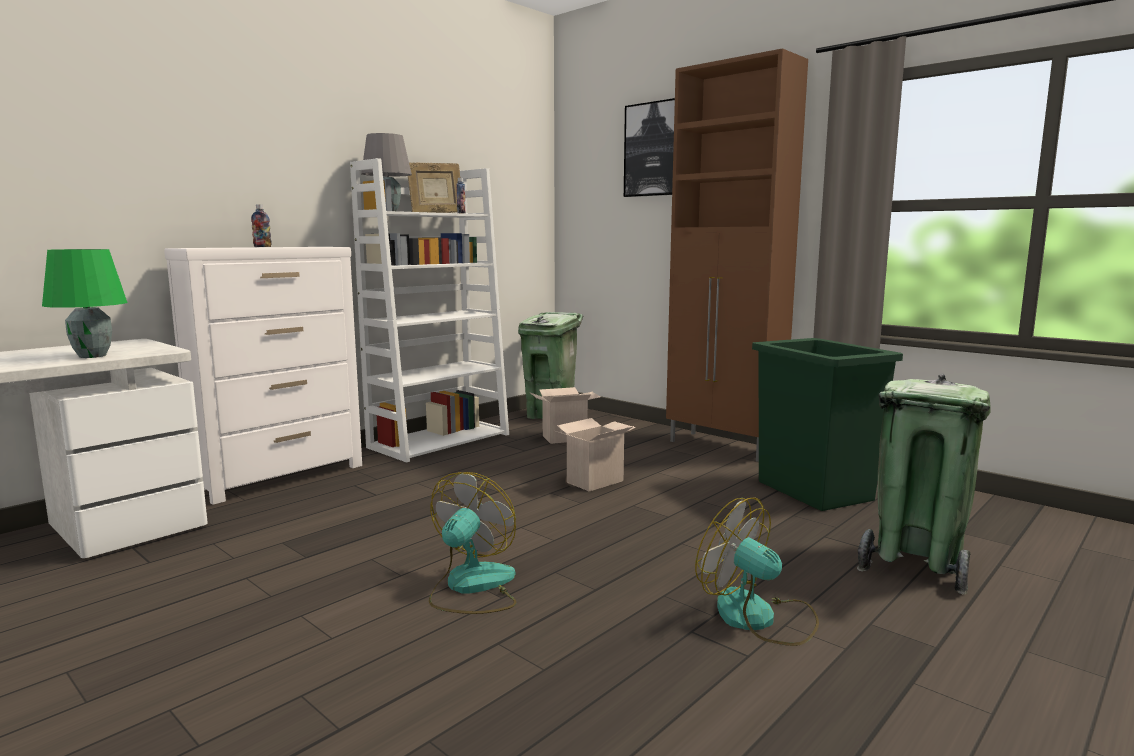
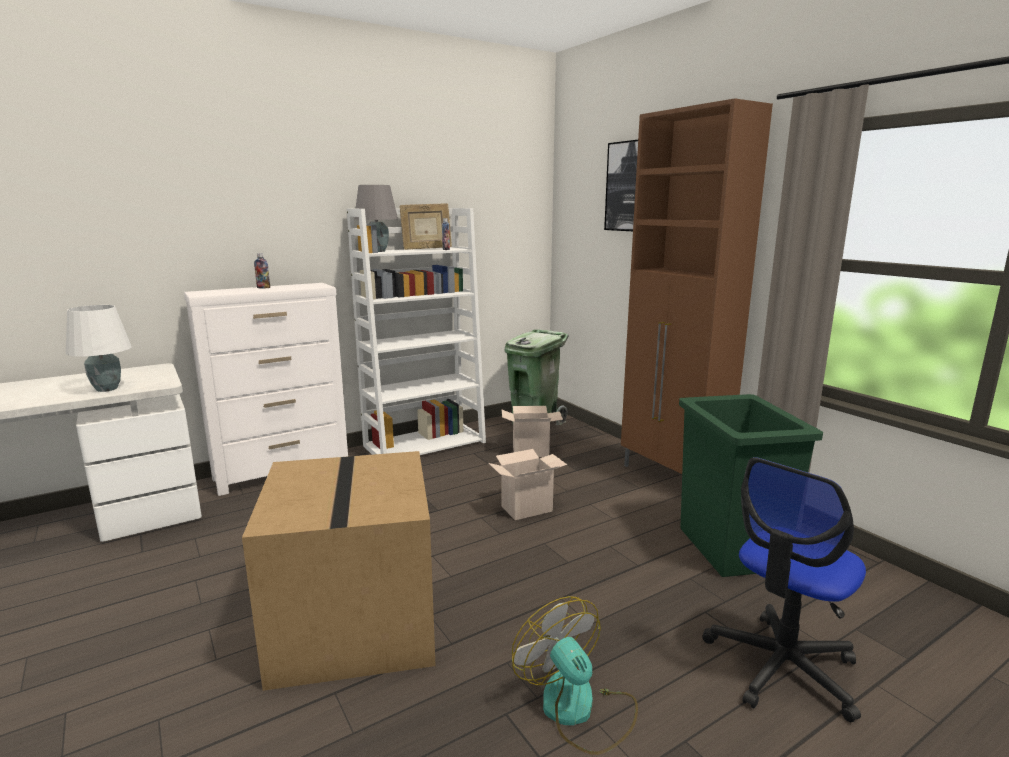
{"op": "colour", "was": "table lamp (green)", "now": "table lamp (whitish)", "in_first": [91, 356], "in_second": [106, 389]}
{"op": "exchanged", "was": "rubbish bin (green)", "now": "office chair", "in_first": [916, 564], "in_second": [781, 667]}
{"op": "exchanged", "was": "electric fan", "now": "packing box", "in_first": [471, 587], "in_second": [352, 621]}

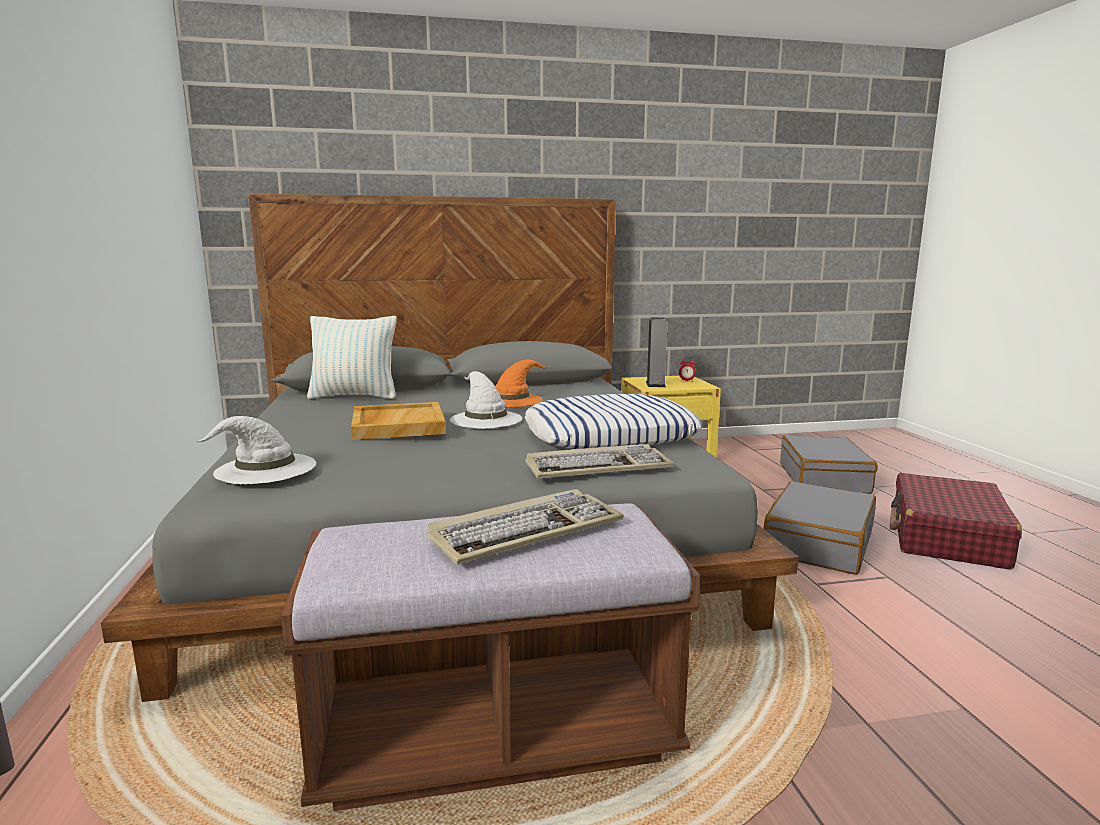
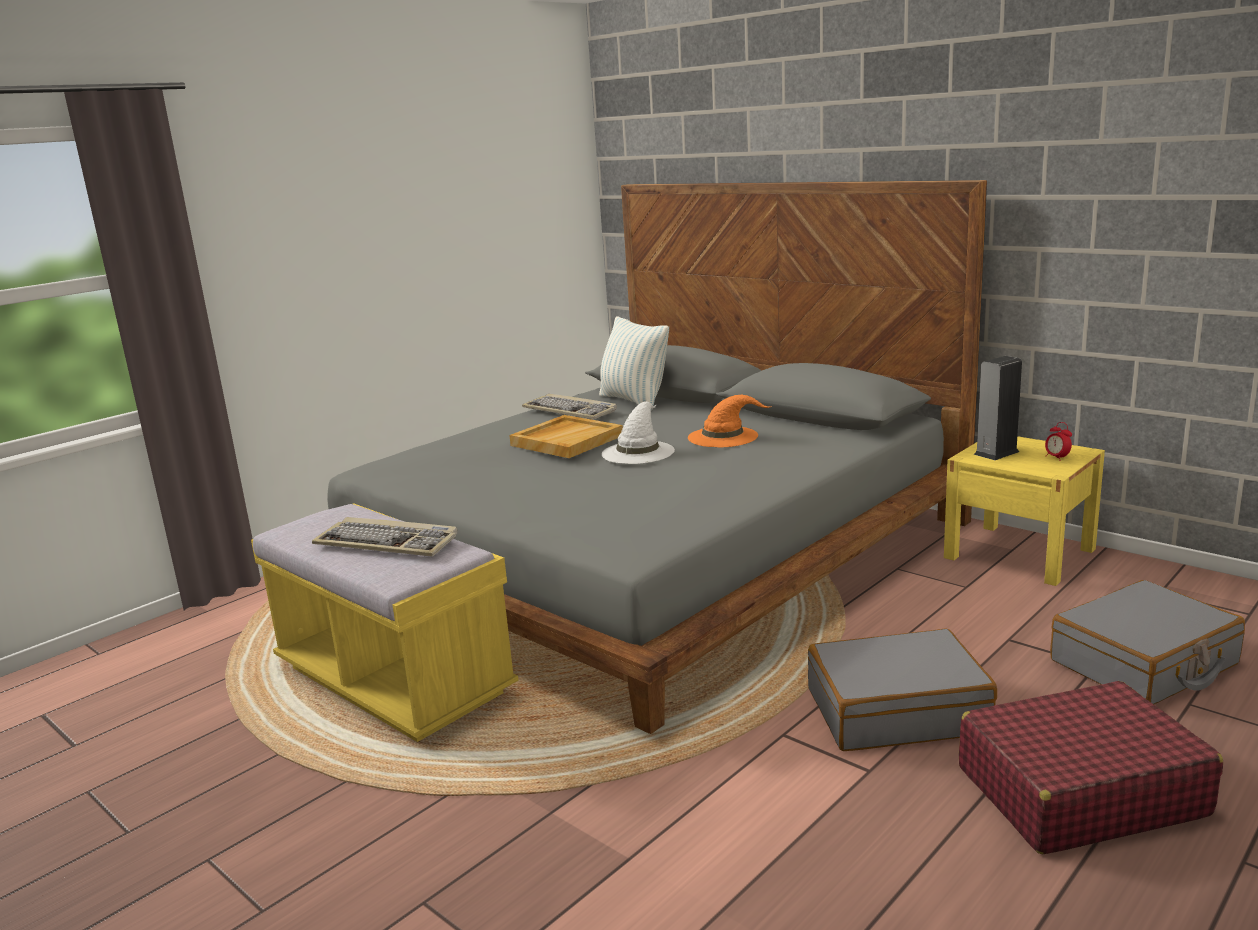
{"op": "missing", "was": "throw pillow", "in_first": [610, 435]}
{"op": "missing", "was": "clothing hat (whitish)", "in_first": [264, 468]}
{"op": "relocated", "was": "computer keyboard", "in_first": [598, 467], "in_second": [571, 410]}
{"op": "colour", "was": "bench (brown)", "now": "bench (yellow-coloured)", "in_first": [496, 734], "in_second": [394, 682]}

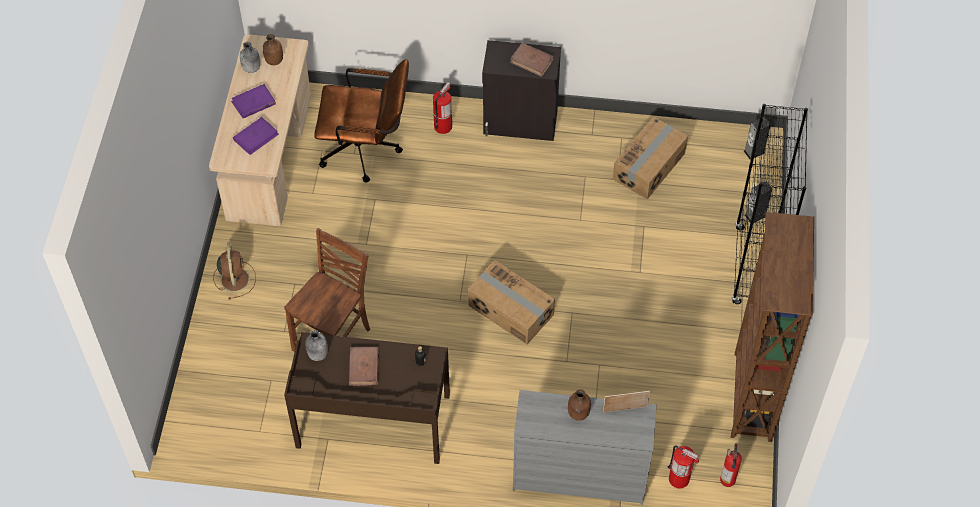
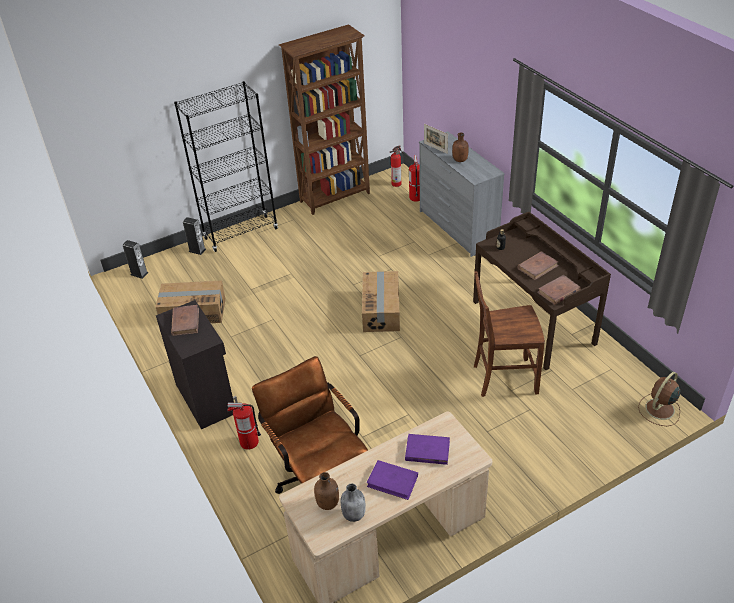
{"op": "relocated", "was": "electric fan (brown)", "in_first": [235, 278], "in_second": [659, 409]}
{"op": "exchanged", "was": "bottle (grey)", "now": "book (brown)", "in_first": [317, 355], "in_second": [558, 292]}

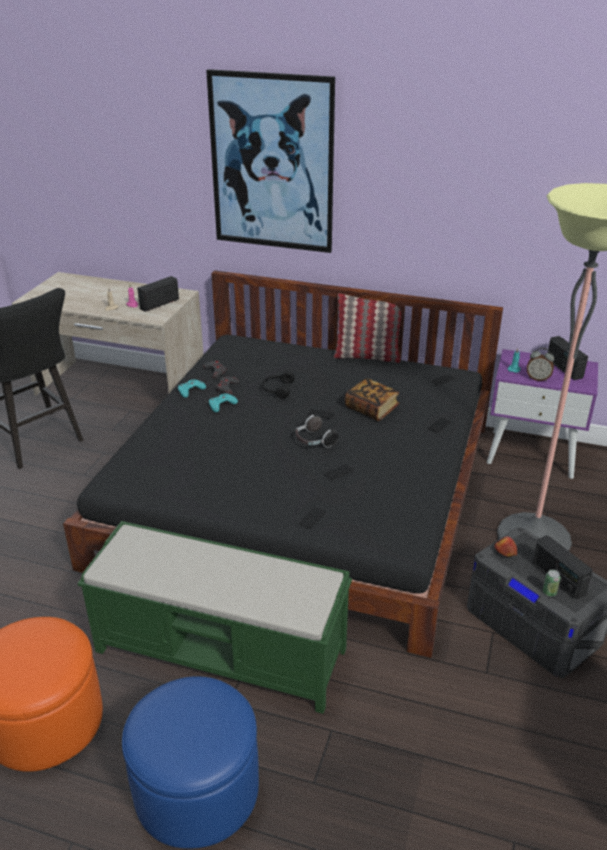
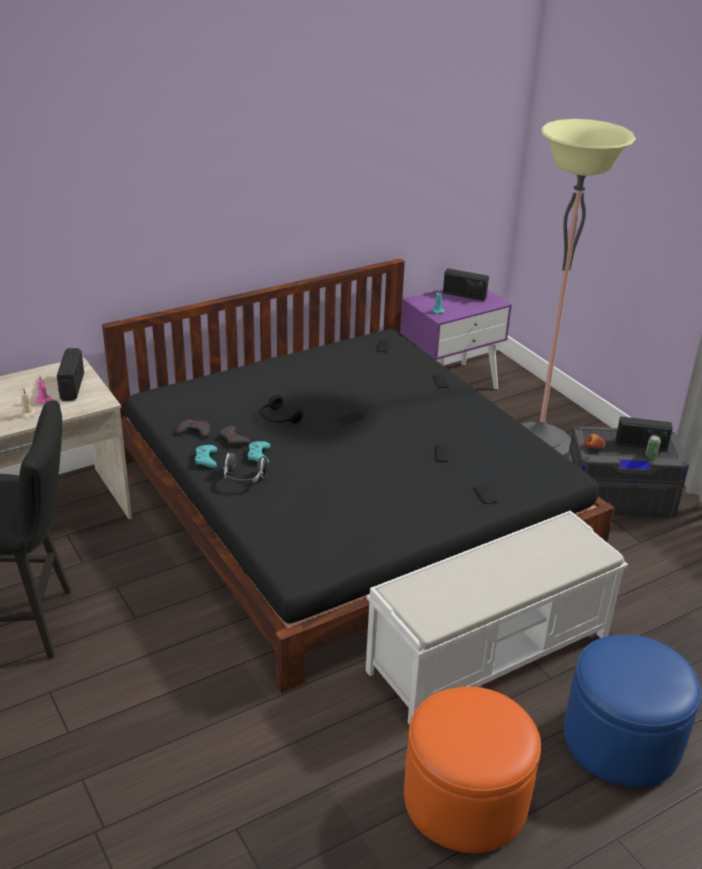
{"op": "missing", "was": "picture", "in_first": [272, 163]}
{"op": "missing", "was": "throw pillow", "in_first": [367, 356]}
{"op": "missing", "was": "bedside clock", "in_first": [538, 378]}
{"op": "missing", "was": "book", "in_first": [371, 409]}
{"op": "relocated", "was": "headset", "in_first": [314, 441], "in_second": [244, 479]}
{"op": "colour", "was": "bench (green)", "now": "bench (whitish)", "in_first": [223, 650], "in_second": [491, 652]}

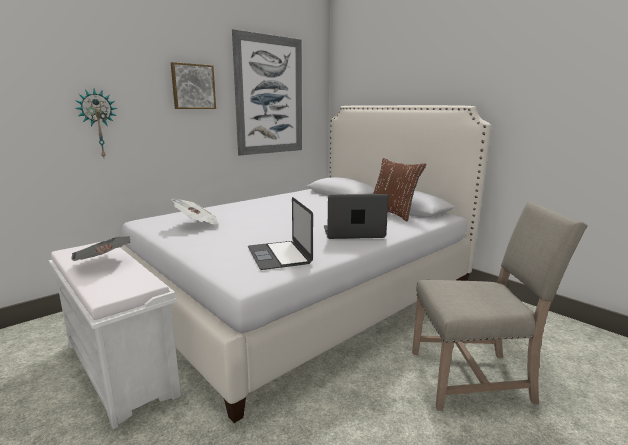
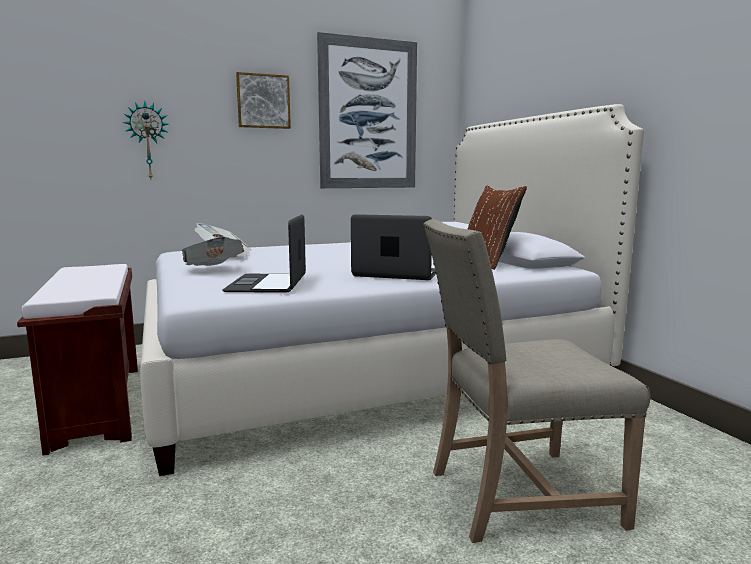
{"op": "spun", "was": "upright chair (sand-coloured)", "in_first": [474, 377], "in_second": [516, 495], "clockwise": 150}
{"op": "relocated", "was": "newspaper", "in_first": [103, 263], "in_second": [214, 270]}
{"op": "colour", "was": "bench (whitish)", "now": "bench (brown)", "in_first": [121, 368], "in_second": [99, 405]}

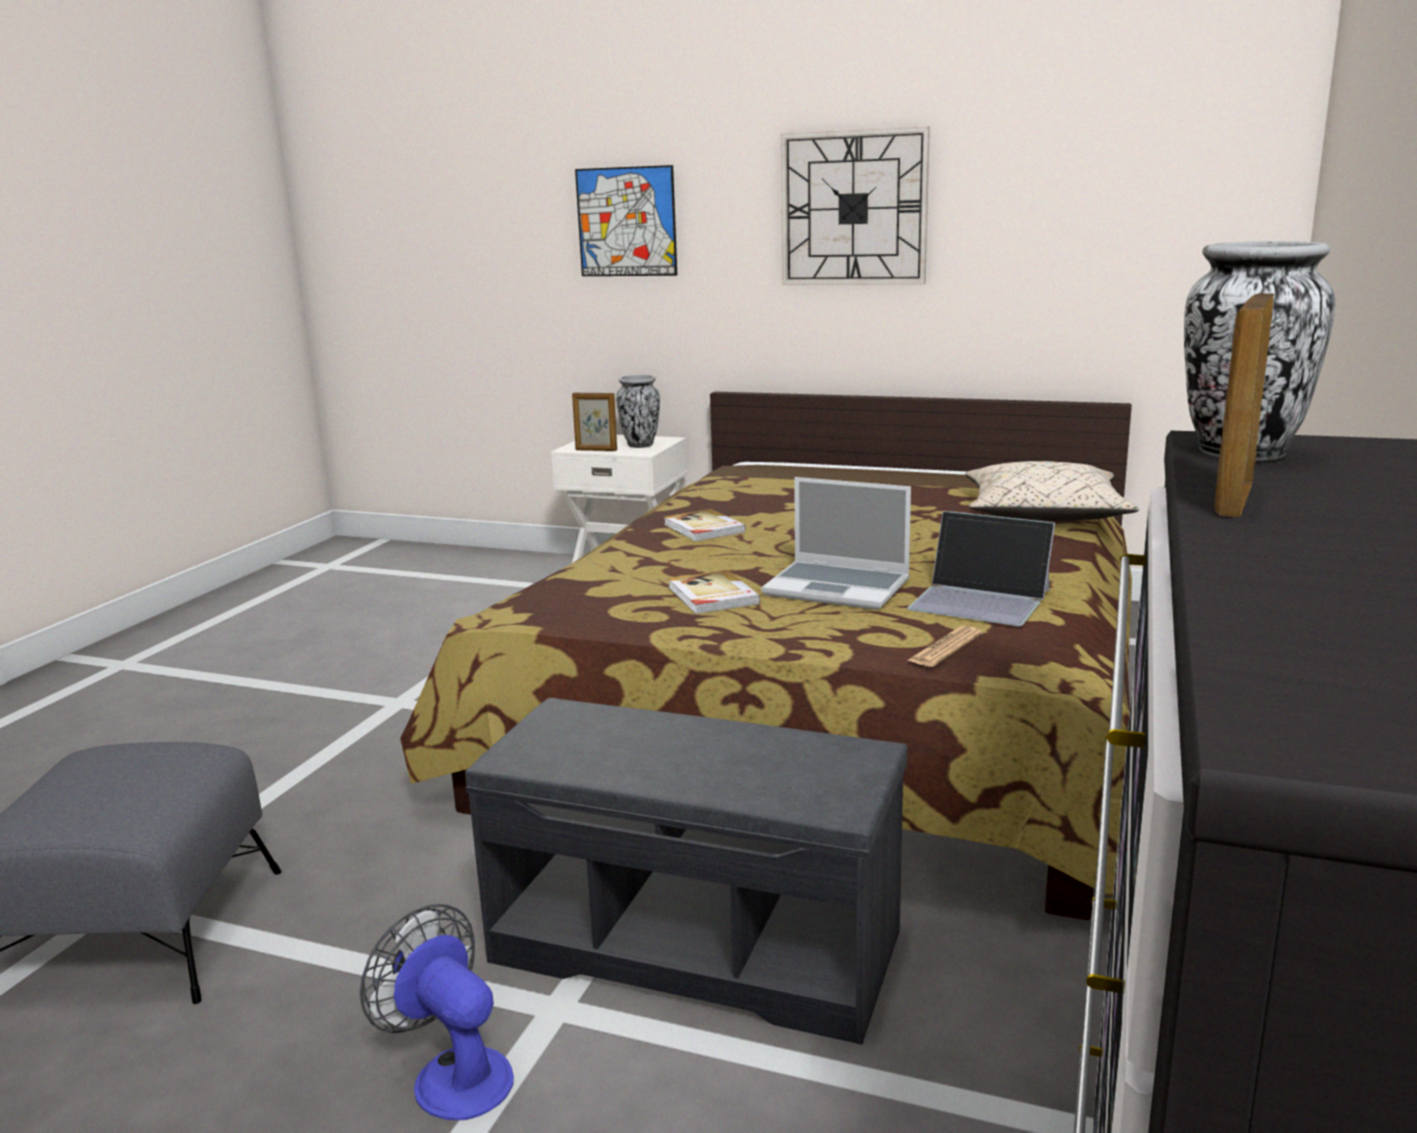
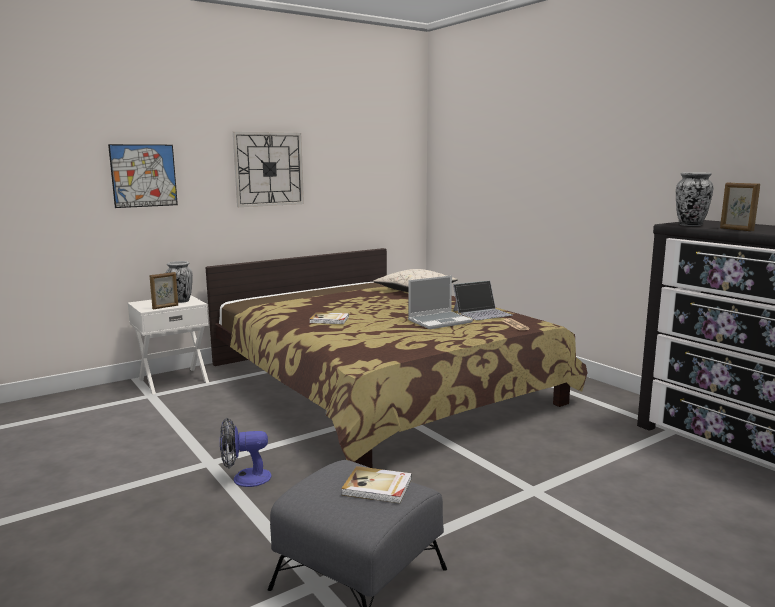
{"op": "relocated", "was": "book", "in_first": [712, 596], "in_second": [377, 487]}
{"op": "missing", "was": "bench (grey)", "in_first": [700, 945]}
{"op": "relocated", "was": "electric fan", "in_first": [452, 1074], "in_second": [245, 478]}

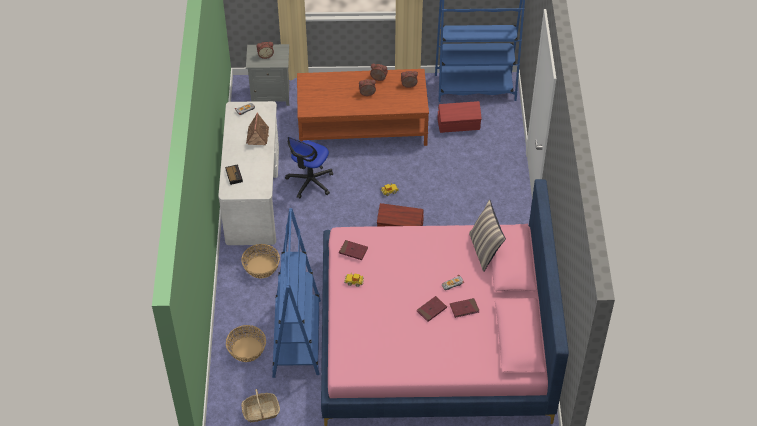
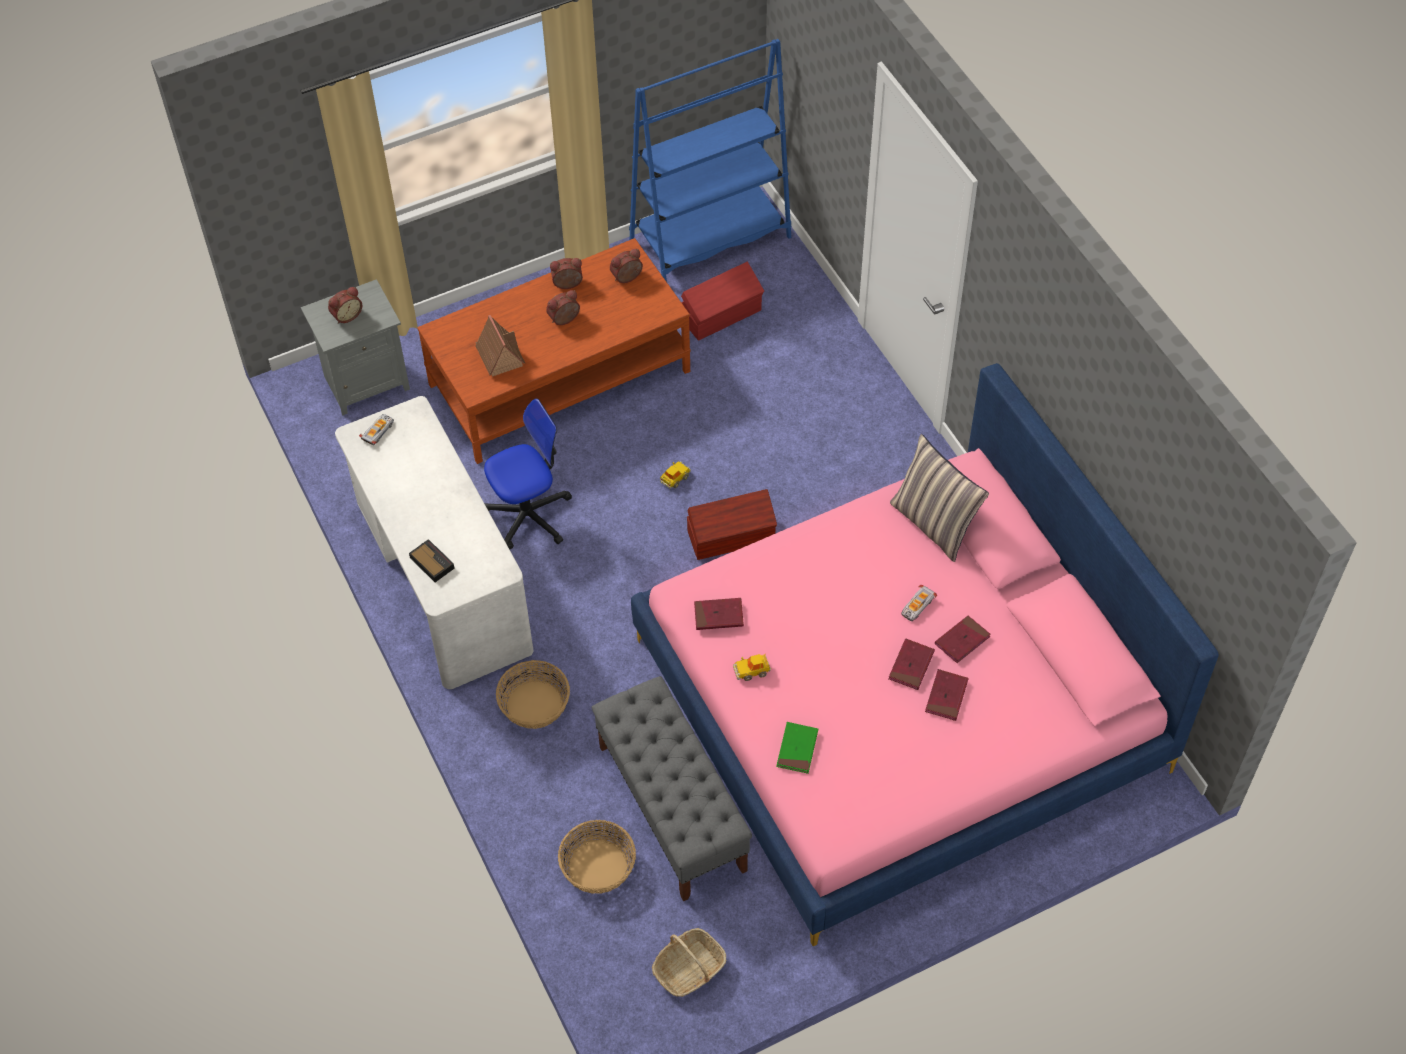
{"op": "relocated", "was": "model house", "in_first": [257, 135], "in_second": [499, 355]}
{"op": "spun", "was": "office chair", "in_first": [310, 182], "in_second": [528, 515], "clockwise": -120}
{"op": "exchanged", "was": "bookcase (blue-coloured)", "now": "bench (grey)", "in_first": [296, 338], "in_second": [672, 808]}
{"op": "appeared", "now": "book (red-coloured)", "in_second": [946, 696]}
{"op": "appeared", "now": "book (green)", "in_second": [797, 749]}

